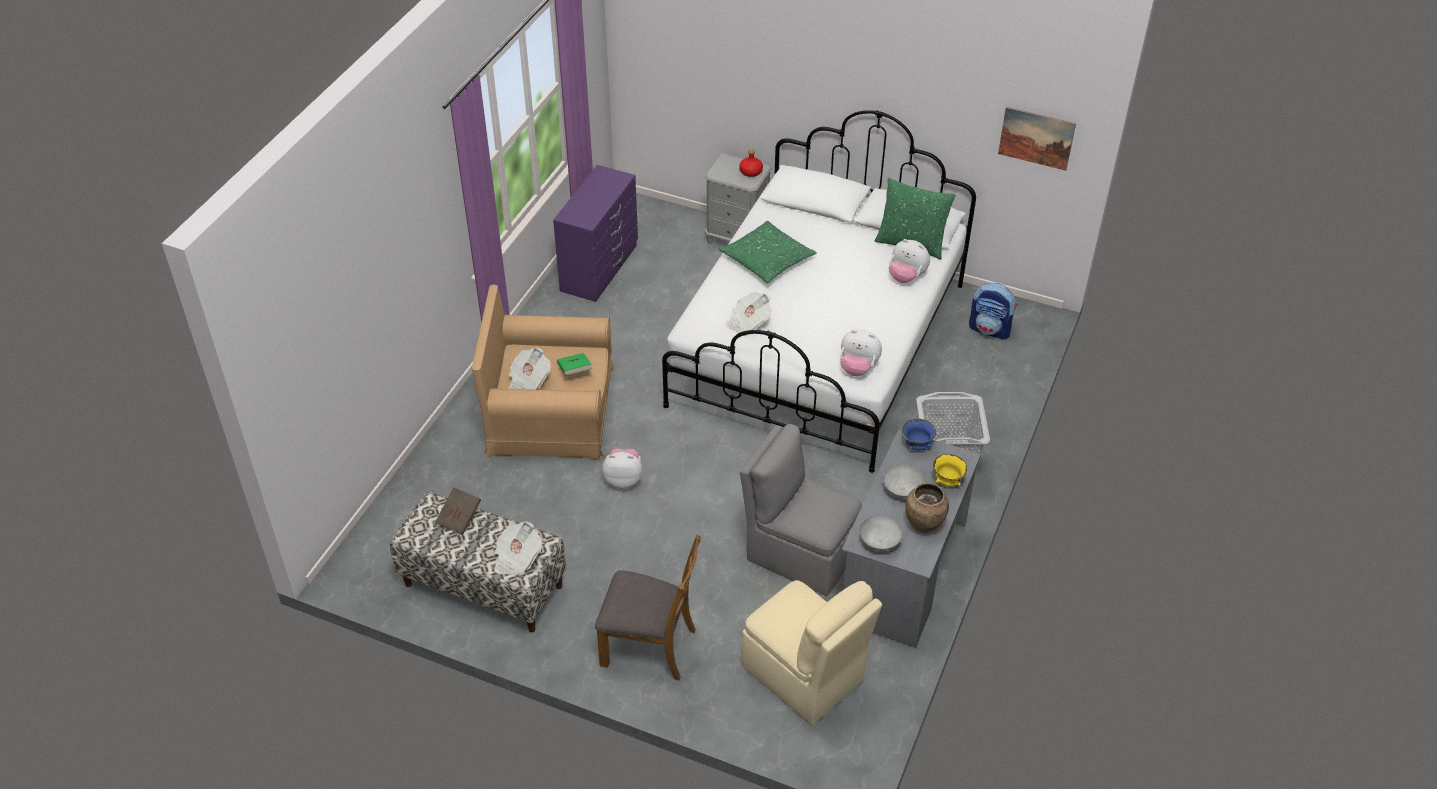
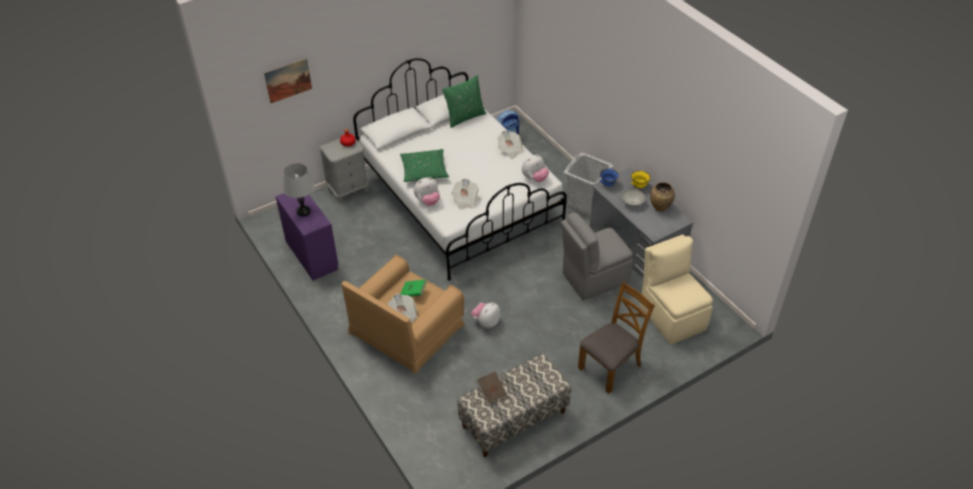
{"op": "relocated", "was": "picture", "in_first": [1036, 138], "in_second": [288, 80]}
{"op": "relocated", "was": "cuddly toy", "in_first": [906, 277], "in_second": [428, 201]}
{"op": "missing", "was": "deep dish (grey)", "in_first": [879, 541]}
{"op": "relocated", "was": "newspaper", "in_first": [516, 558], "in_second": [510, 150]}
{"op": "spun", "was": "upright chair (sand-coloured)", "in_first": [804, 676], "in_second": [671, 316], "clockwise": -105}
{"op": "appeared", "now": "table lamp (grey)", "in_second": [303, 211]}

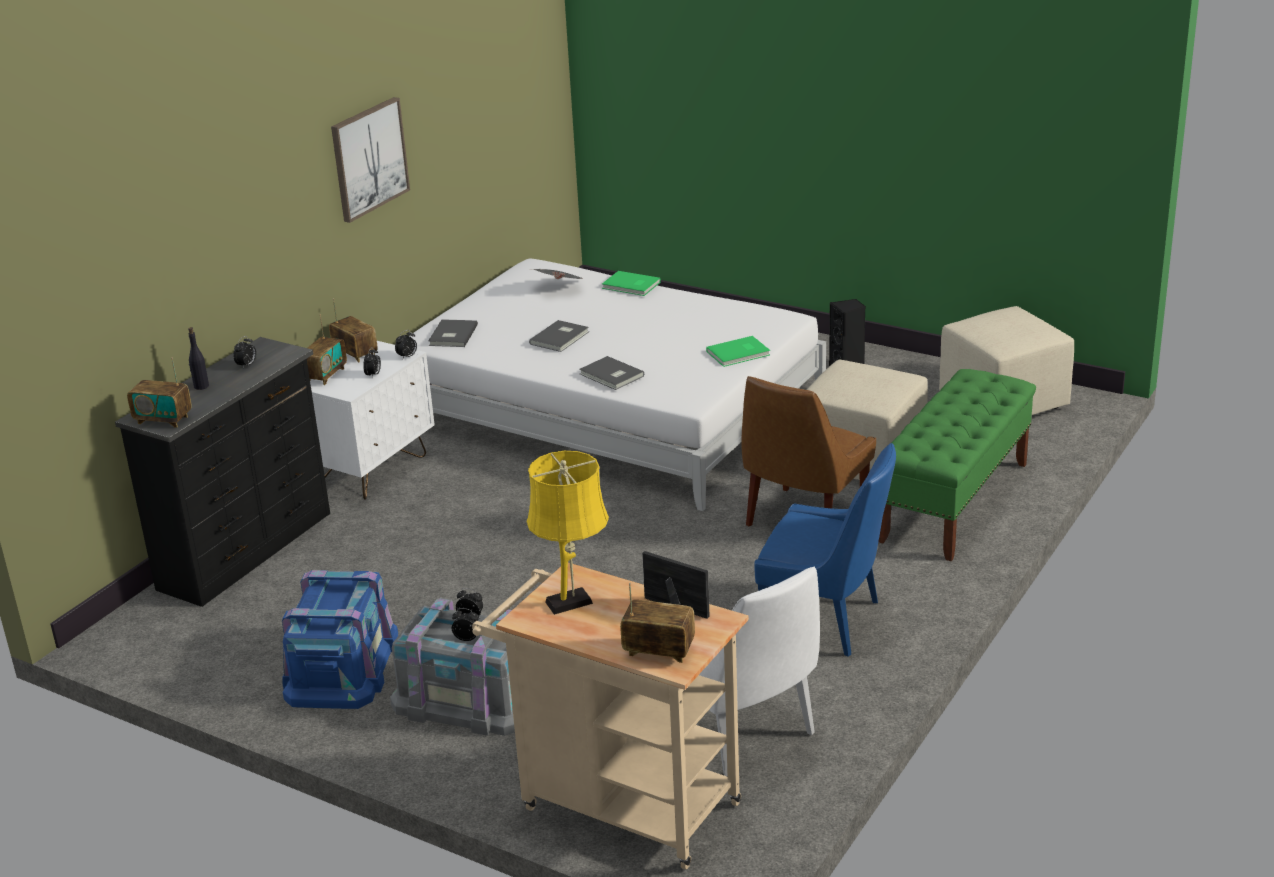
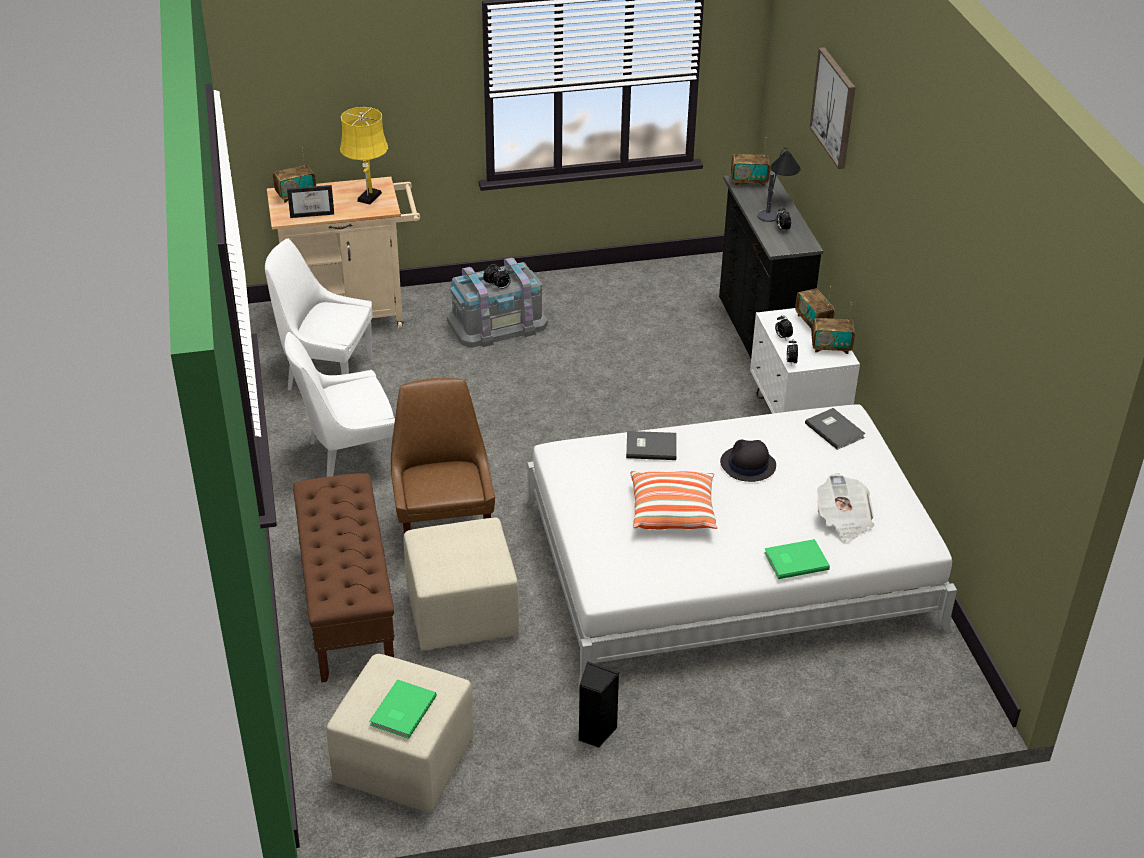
{"op": "relocated", "was": "picture", "in_first": [369, 158], "in_second": [834, 107]}
{"op": "exchanged", "was": "book (grey)", "now": "clothing hat (blackish)", "in_first": [561, 338], "in_second": [747, 465]}
{"op": "exchanged", "was": "bottle (blackish)", "now": "table lamp", "in_first": [201, 386], "in_second": [776, 206]}
{"op": "relocated", "was": "book (green)", "in_first": [739, 353], "in_second": [401, 711]}
{"op": "spun", "was": "radio", "in_first": [163, 420], "in_second": [749, 181], "clockwise": -150}
{"op": "colour", "was": "bench (green)", "now": "bench (brown)", "in_first": [954, 502], "in_second": [347, 606]}
{"op": "colour", "was": "upright chair (blue-coloured)", "now": "upright chair (whitish)", "in_first": [826, 621], "in_second": [348, 459]}
{"op": "missing", "was": "storage container (blue-coloured)", "in_first": [343, 666]}
{"op": "appeared", "now": "throw pillow", "in_second": [672, 511]}

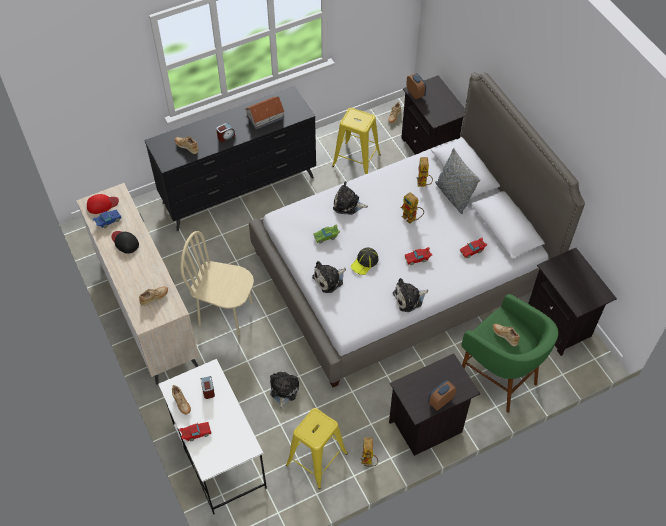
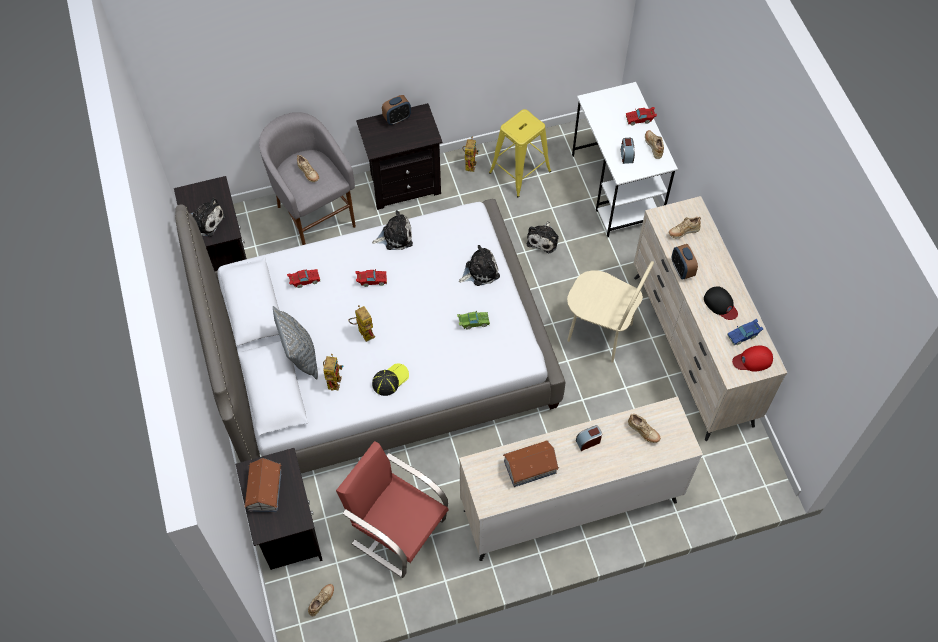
{"op": "relocated", "was": "bedside clock", "in_first": [415, 93], "in_second": [682, 269]}
{"op": "colour", "was": "chest of drawers (blackish)", "now": "chest of drawers (sand-coloured)", "in_first": [239, 190], "in_second": [569, 505]}
{"op": "exchanged", "was": "sitting stool (yellow-coloured)", "now": "upright chair (red-coloured)", "in_first": [356, 160], "in_second": [397, 530]}
{"op": "relocated", "was": "cuddly toy", "in_first": [348, 204], "in_second": [205, 221]}
{"op": "relocated", "was": "baseball cap", "in_first": [364, 262], "in_second": [390, 380]}
{"op": "colour", "was": "sitting stool (green)", "now": "sitting stool (grey)", "in_first": [499, 379], "in_second": [314, 217]}
{"op": "appeared", "now": "model house", "in_second": [264, 491]}

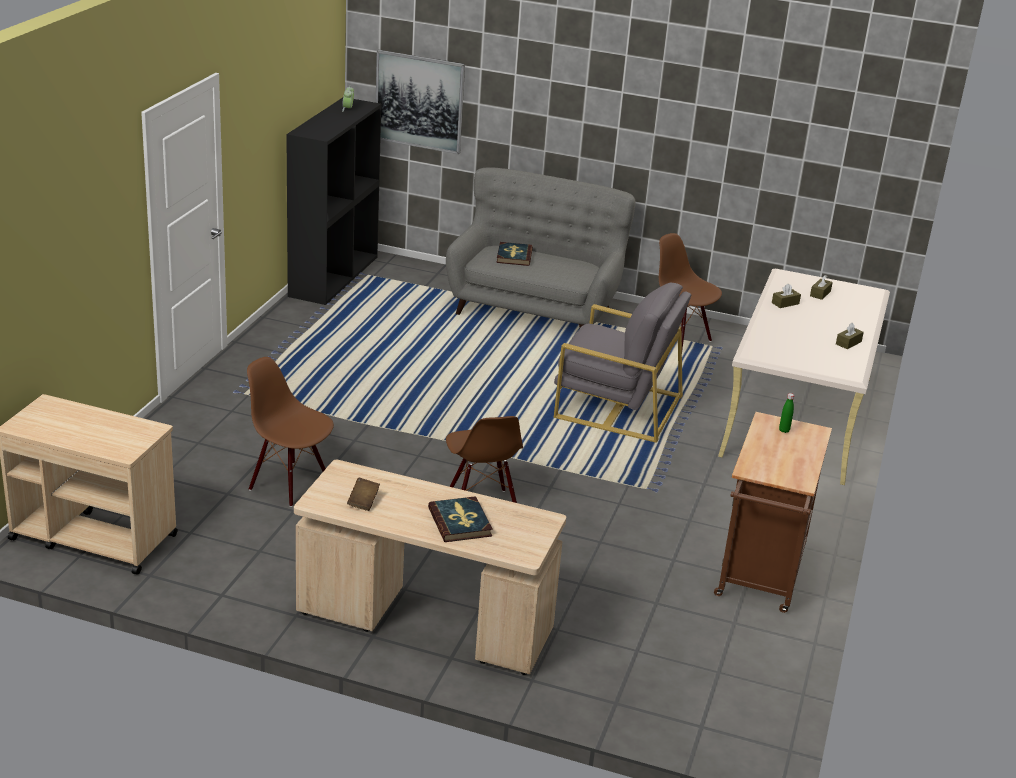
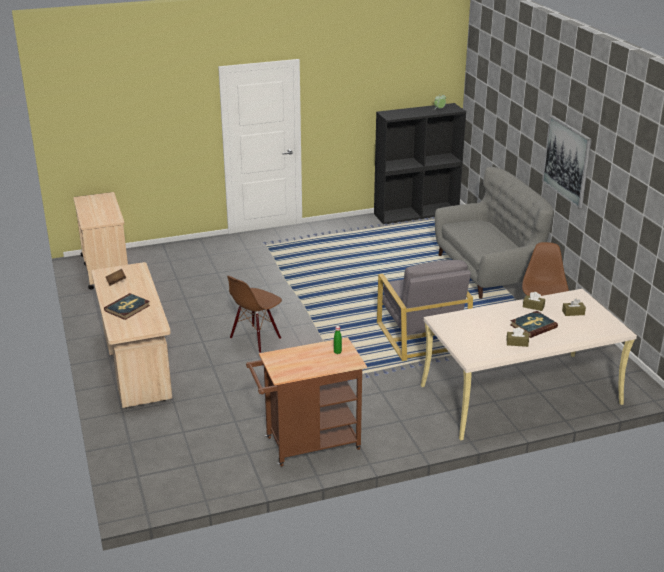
{"op": "relocated", "was": "picture", "in_first": [419, 101], "in_second": [567, 161]}
{"op": "relocated", "was": "book", "in_first": [514, 256], "in_second": [533, 326]}
{"op": "missing", "was": "upright chair (brown)", "in_first": [290, 484]}

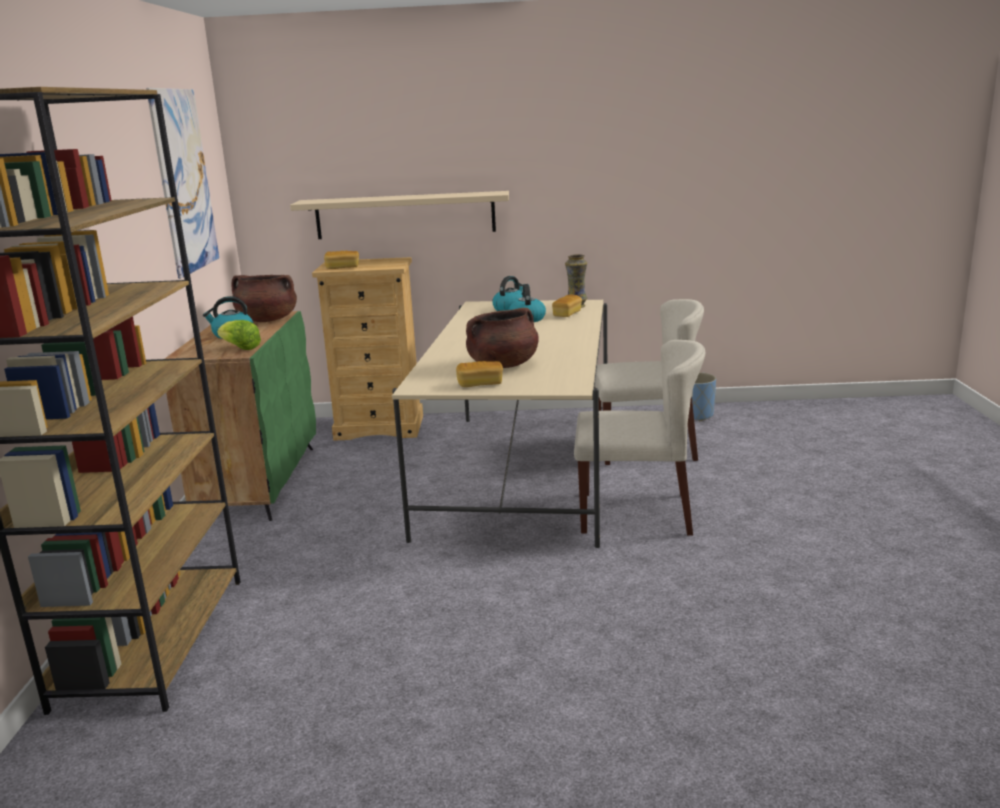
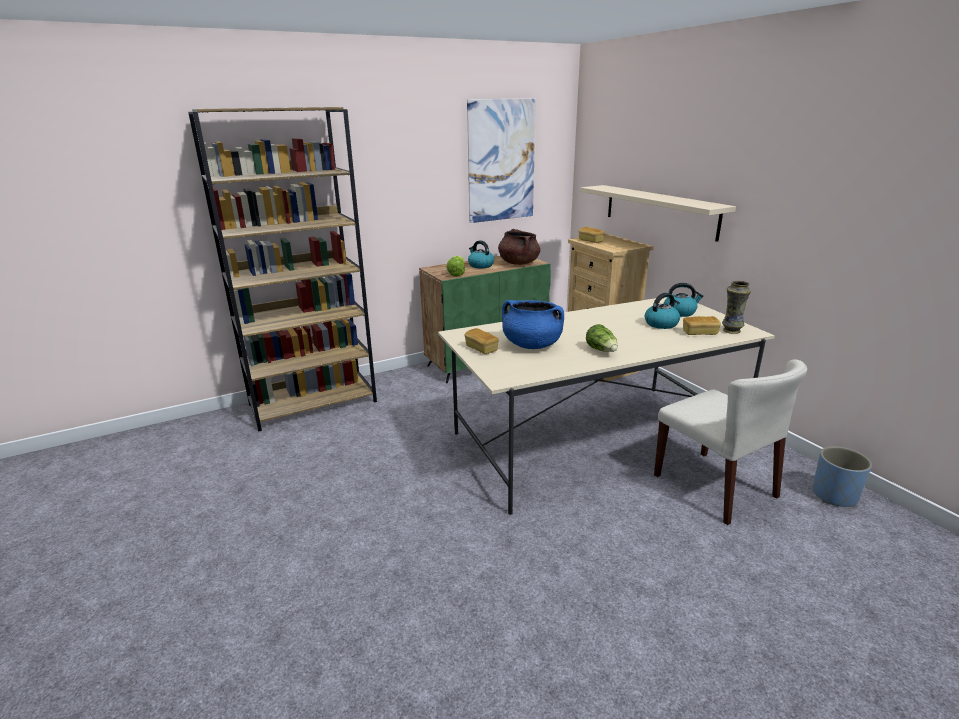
{"op": "colour", "was": "stockpot (brown)", "now": "stockpot (blue-coloured)", "in_first": [503, 365], "in_second": [531, 345]}
{"op": "missing", "was": "upright chair (sand-coloured)", "in_first": [636, 513]}
{"op": "appeared", "now": "lettuce", "in_second": [602, 350]}

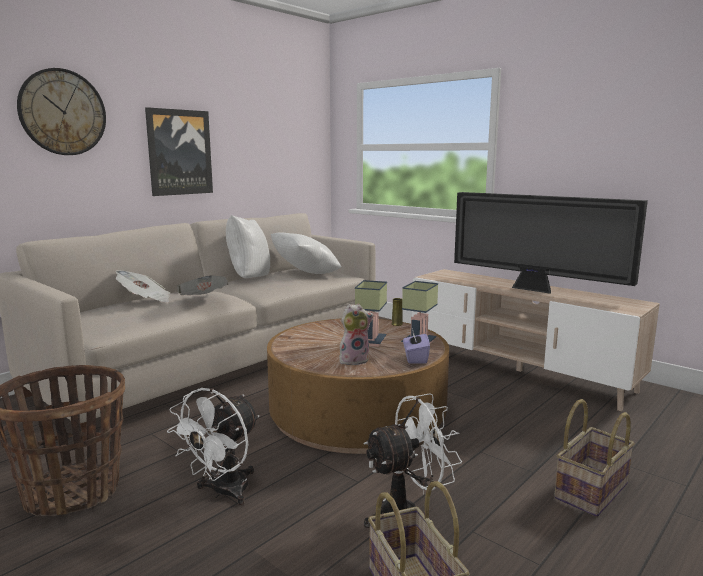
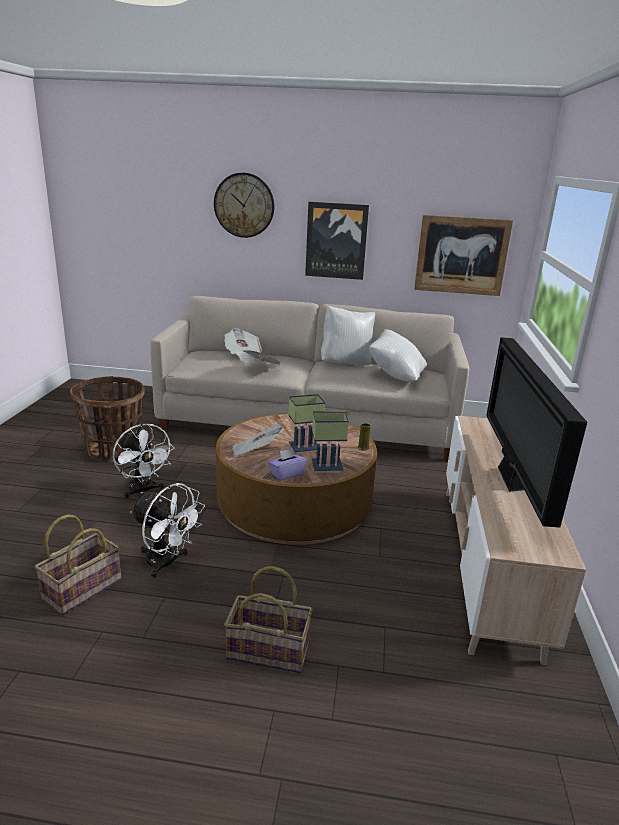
{"op": "exchanged", "was": "cuddly toy", "now": "newspaper", "in_first": [354, 360], "in_second": [255, 453]}
{"op": "spun", "was": "electric fan (whitish)", "in_first": [223, 493], "in_second": [143, 491], "clockwise": -120}
{"op": "appeared", "now": "picture", "in_second": [461, 255]}

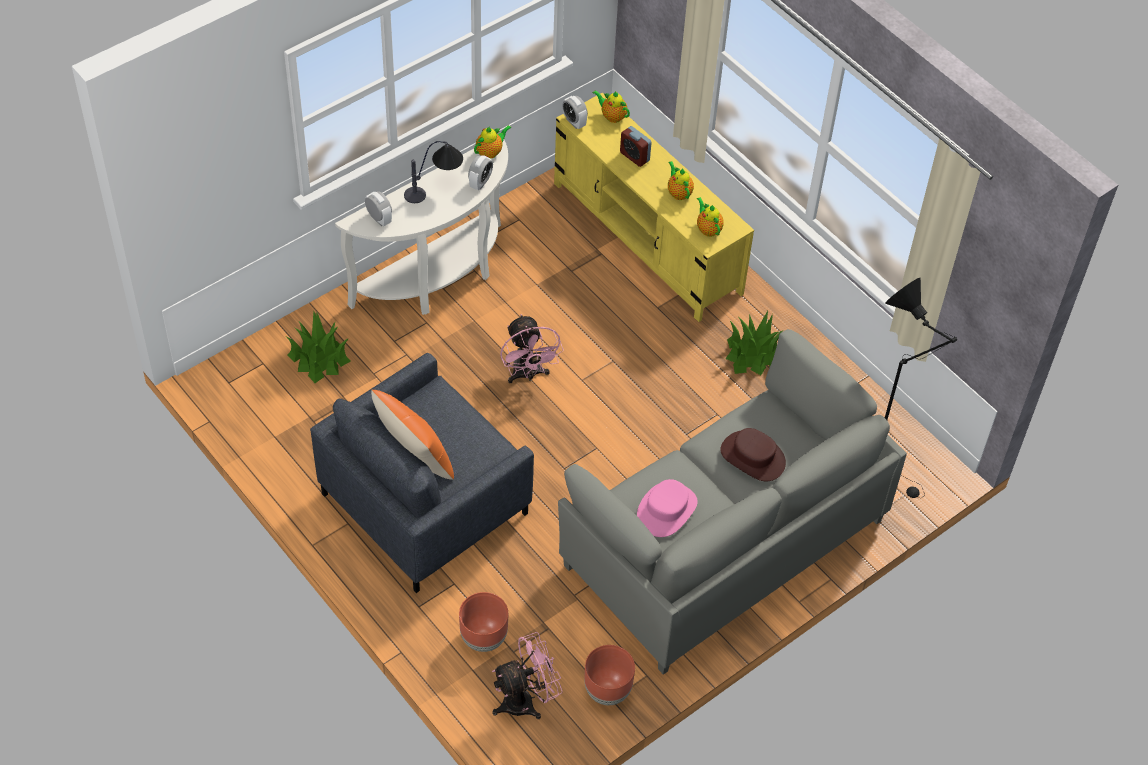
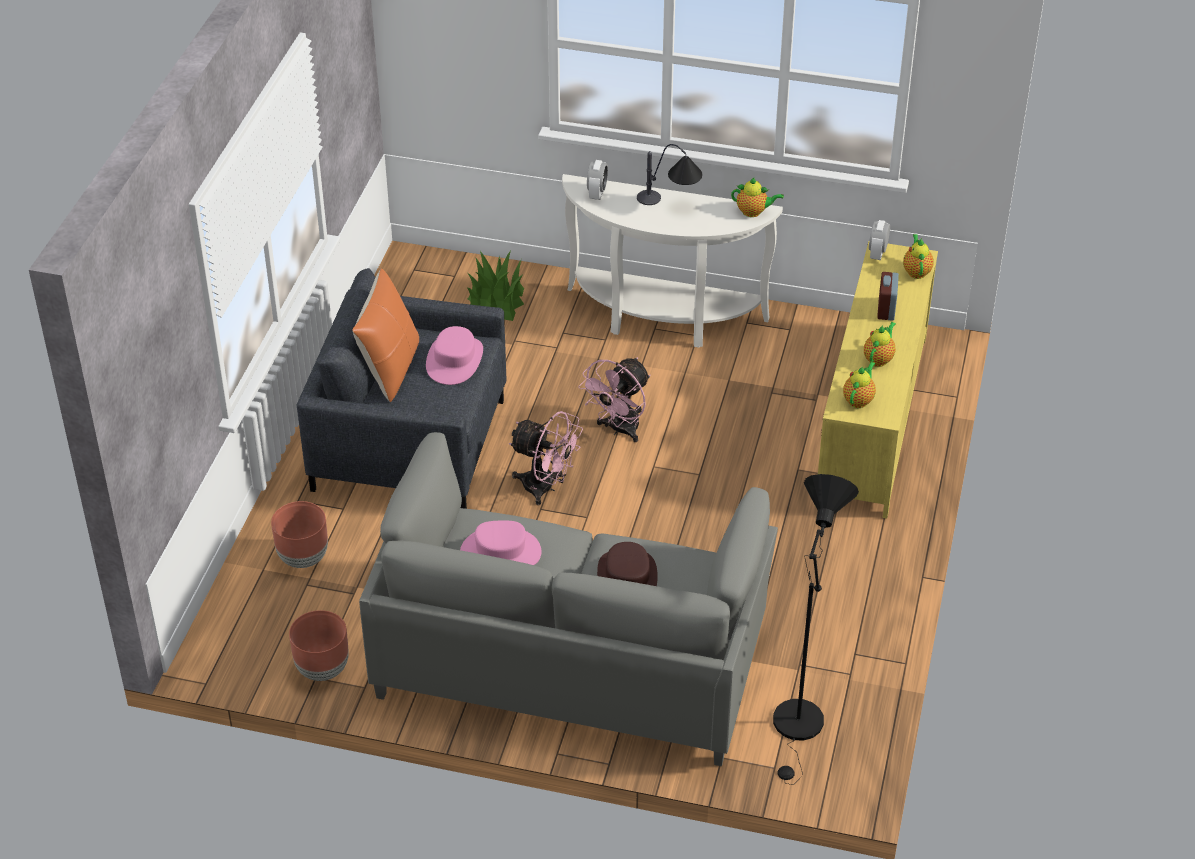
{"op": "missing", "was": "bedside clock", "in_first": [480, 182]}
{"op": "missing", "was": "houseplant", "in_first": [753, 354]}
{"op": "relocated", "was": "electric fan (pink)", "in_first": [526, 700], "in_second": [546, 488]}
{"op": "appeared", "now": "clothing hat (pink)", "in_second": [455, 360]}

